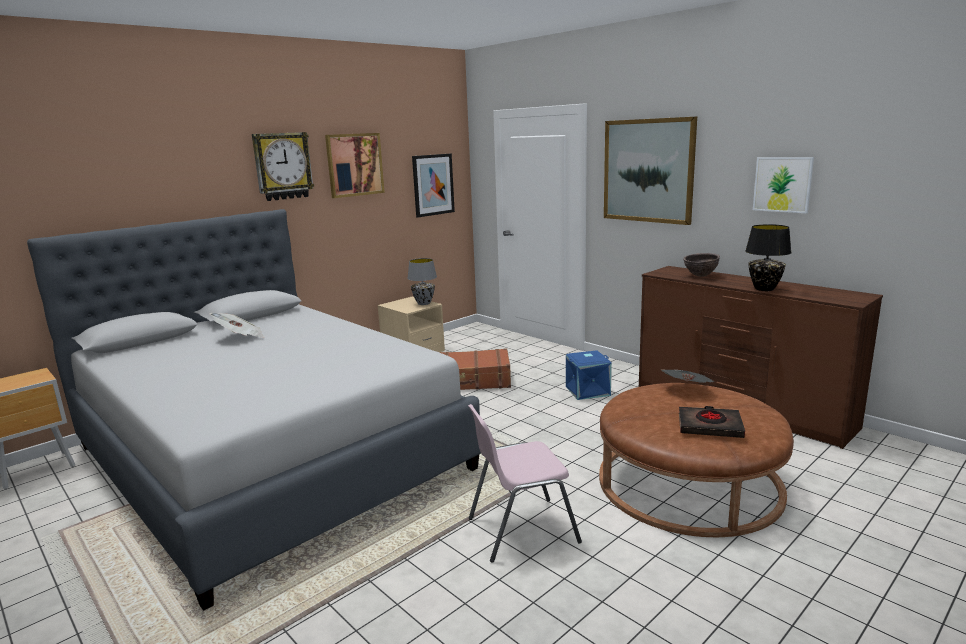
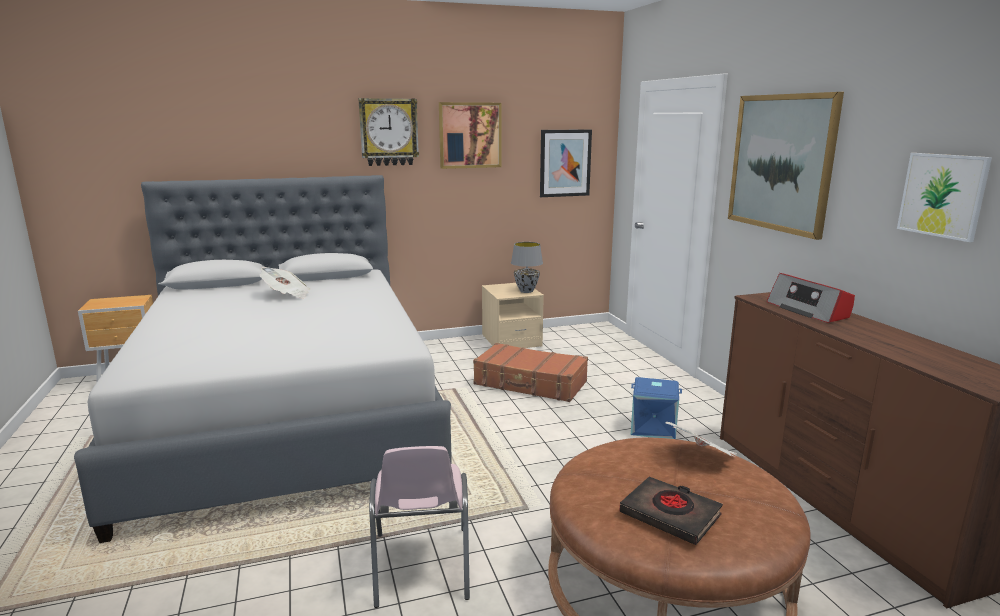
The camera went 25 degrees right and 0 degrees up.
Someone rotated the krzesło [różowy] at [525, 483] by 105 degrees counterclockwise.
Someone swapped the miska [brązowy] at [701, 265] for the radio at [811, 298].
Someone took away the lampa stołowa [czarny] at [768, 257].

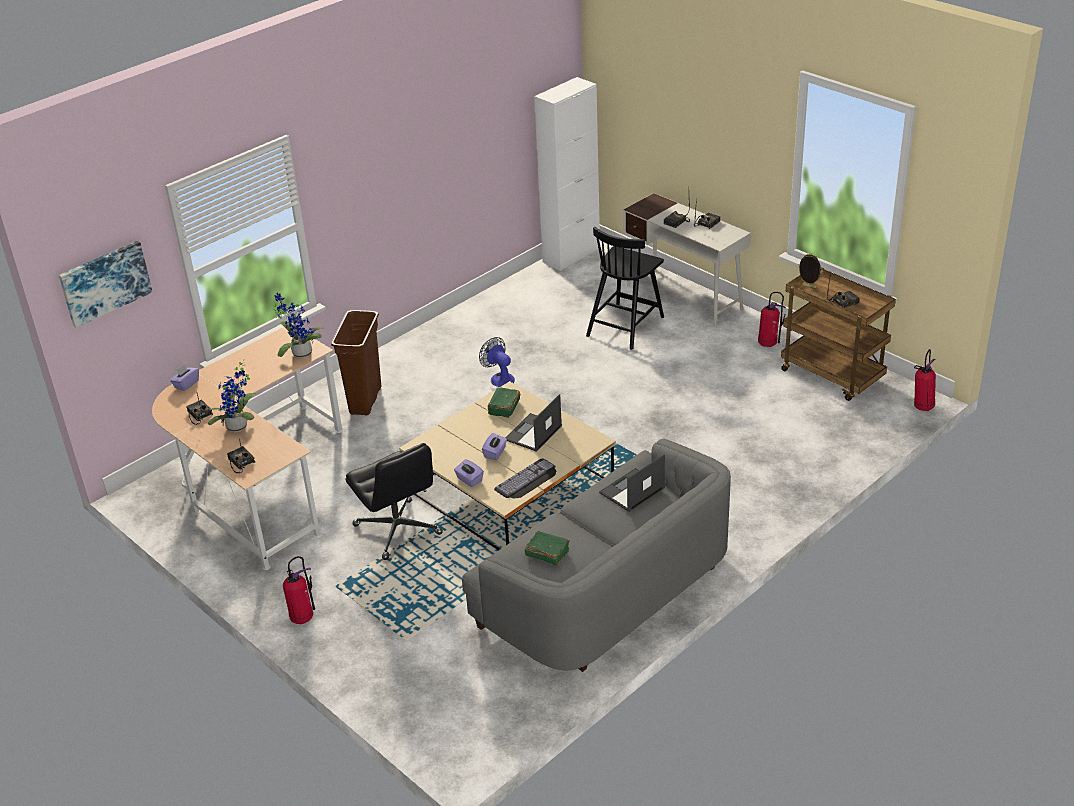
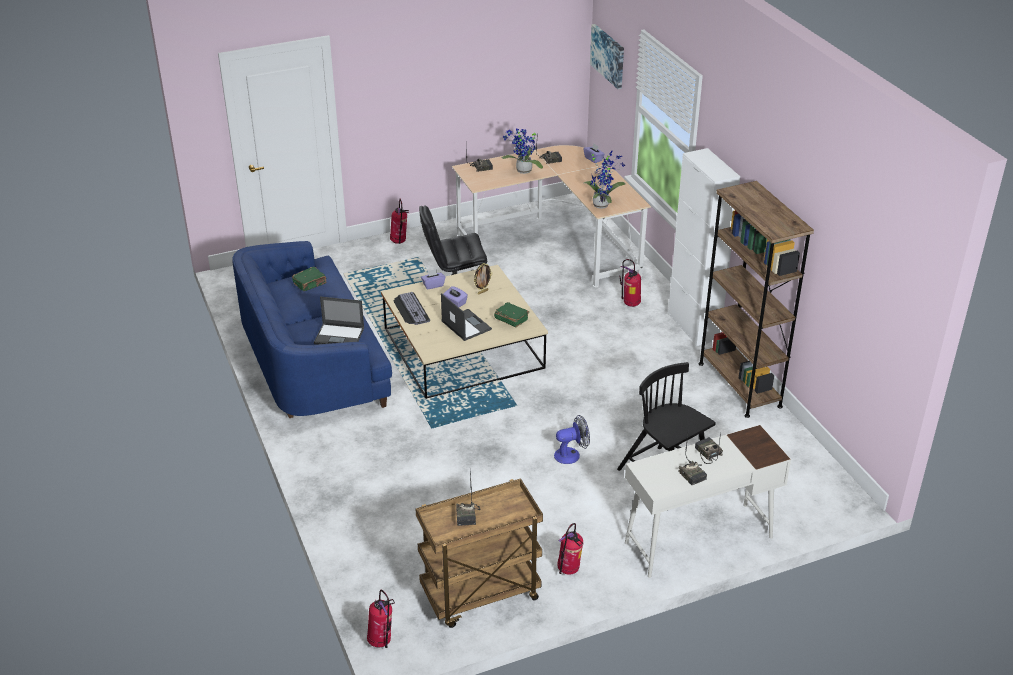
The camera went 110 degrees right and 0 degrees up.
Someone repainted the kanapa [szary] at [596, 555], which became the kanapa [niebieski] at [312, 329].
Someone rotated the laptop at [632, 483] by 120 degrees clockwise.
Someone carried the ramka na zdjęcie from [810, 270] to [483, 279].
Someone carried the wentylator from [497, 362] to [572, 439].
Someone swapped the kosz na śmieci [brązowy] at [356, 363] for the gaśnica at [630, 283].
Someone carried the szafka [biały] from [567, 174] to [704, 247].
Someone put down the regał [brązowy] at [756, 299].

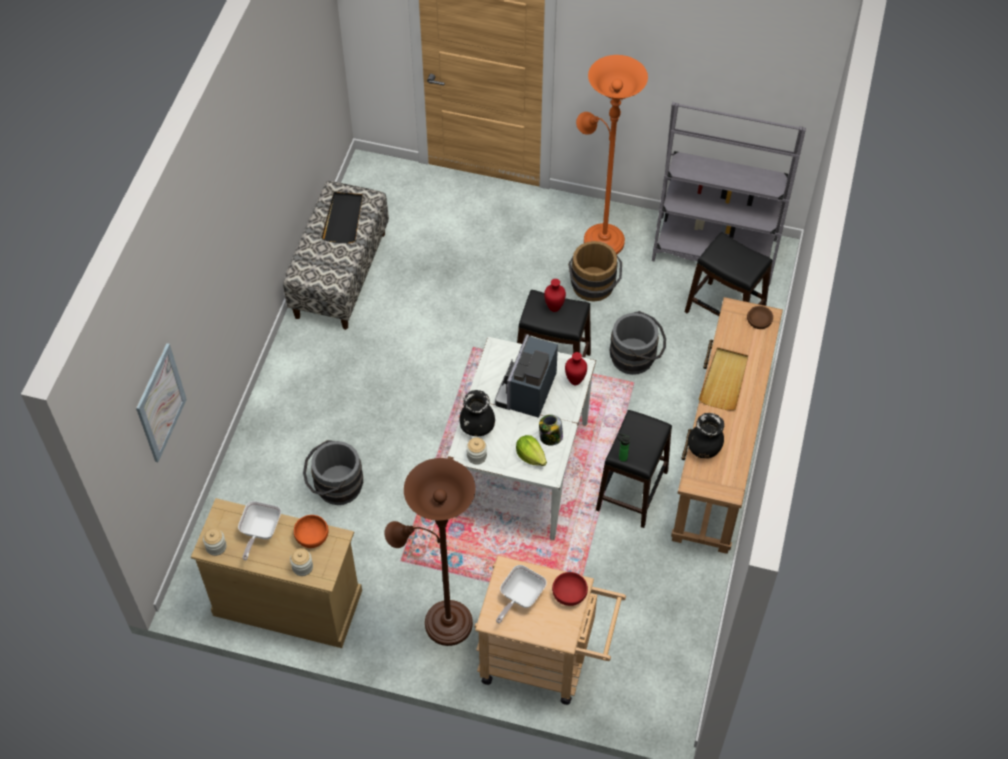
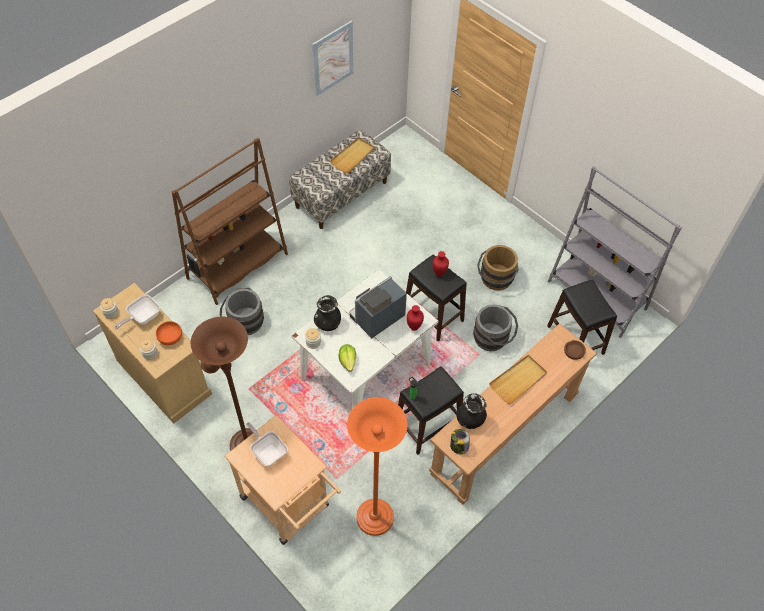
The camera went 30 degrees right and 0 degrees up.
Someone put down the regał [brązowy] at [230, 221].
Someone rotated the patelnia at [521, 594] by 75 degrees clockwise.
Someone carried the obraz from [161, 402] to [332, 58].
Someone repainted the taca [czarny] at [342, 217], which became the taca [beżowy] at [352, 155].
Someone carried the lampa stojąca [pomarańczowy] from [612, 154] to [377, 466].
Someone carried the słoik from [551, 430] to [460, 441].
Someone took away the miska [czerwony] at [570, 589].

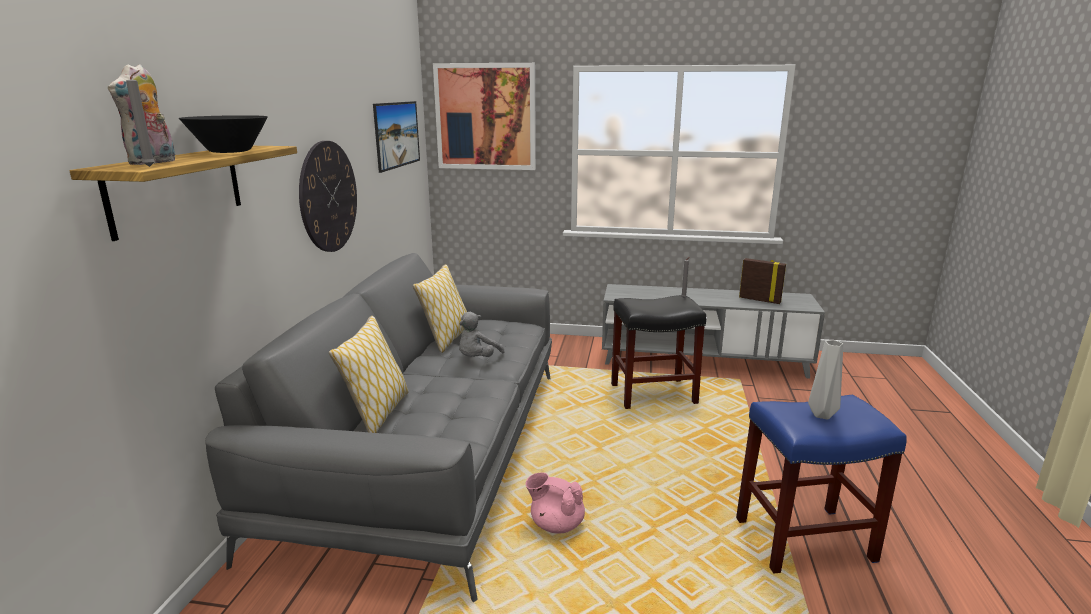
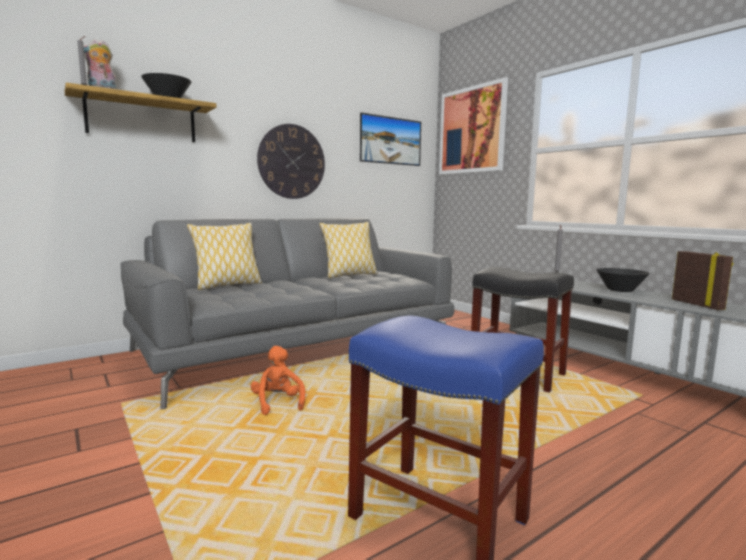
The camera went 45 degrees right and 10 degrees down.
Someone swapped the imbryk [różowy] at [555, 503] for the pluszak [pomarańczowy] at [278, 380].
Someone put down the miska [czarny] at [623, 280].
Someone took away the pluszak [szary] at [481, 334].
Someone took away the wazon [szary] at [825, 379].

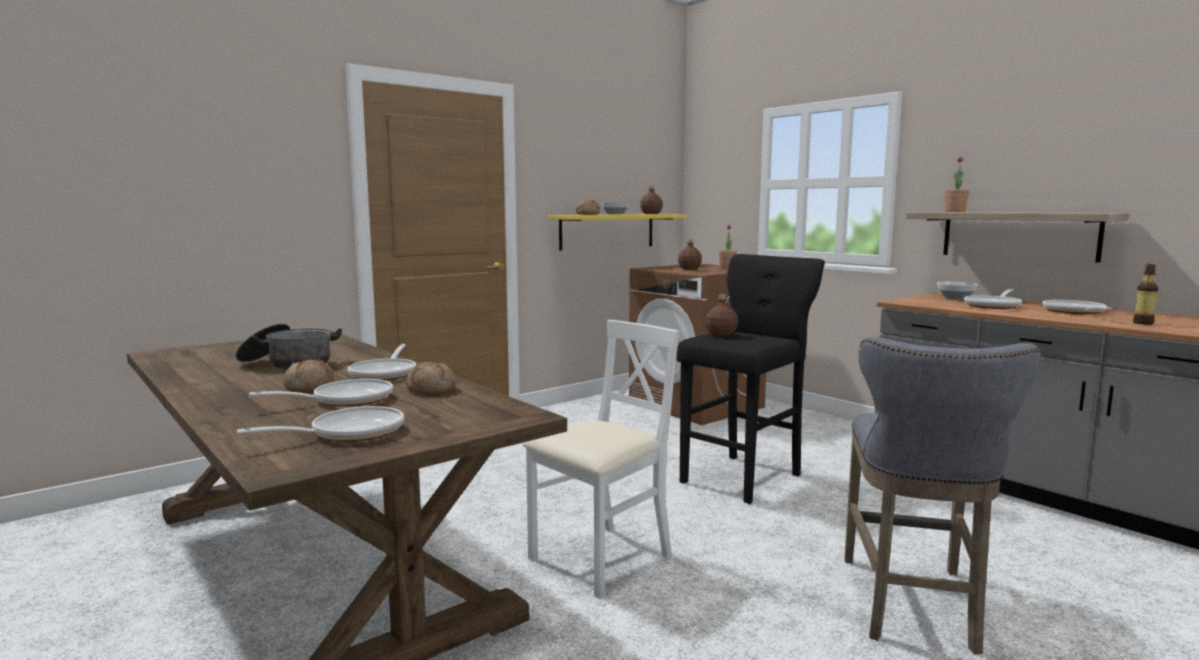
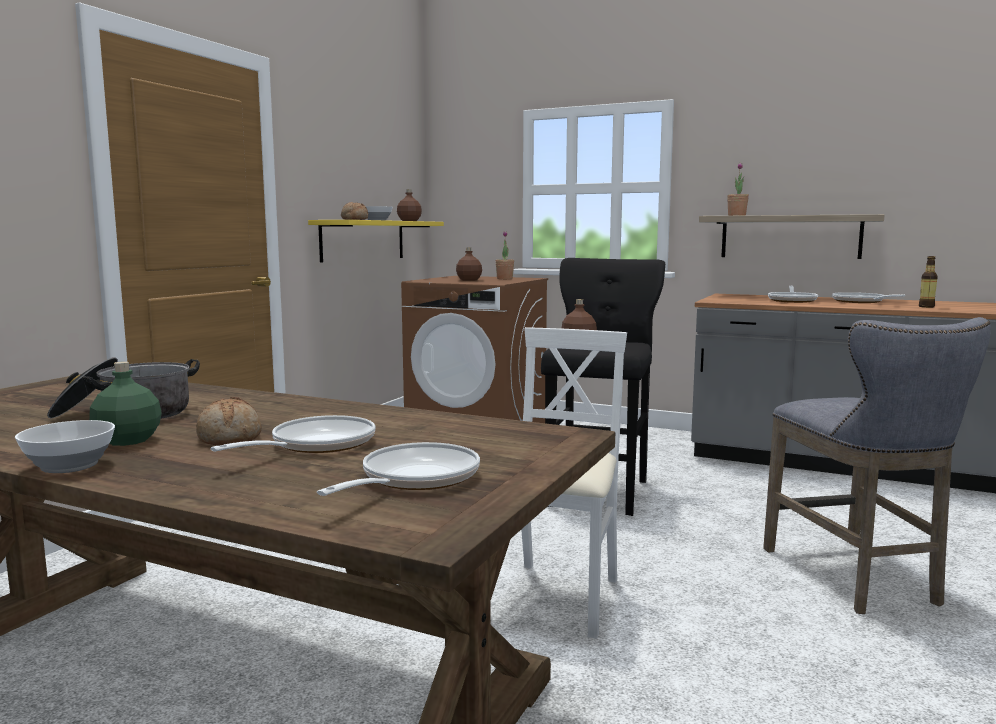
The camera went 25 degrees left and 0 degrees up.
Someone carried the miska from [957, 291] to [65, 446].
Someone put down the butelka [zielony] at [125, 403].
Someone took away the patelnia at [382, 362].
Someone took away the chleb at [431, 377].

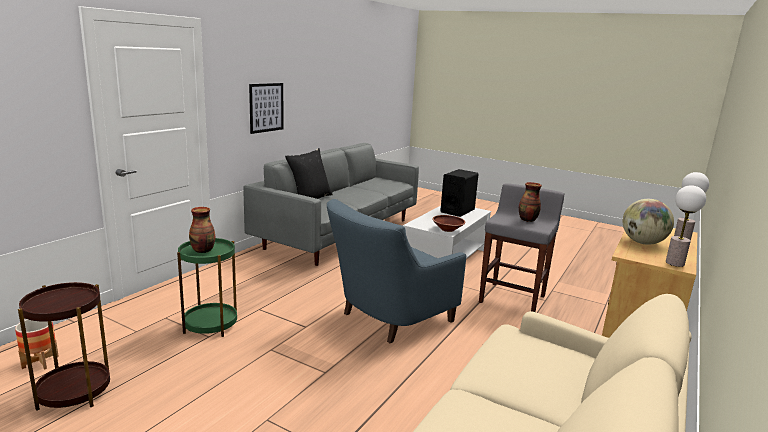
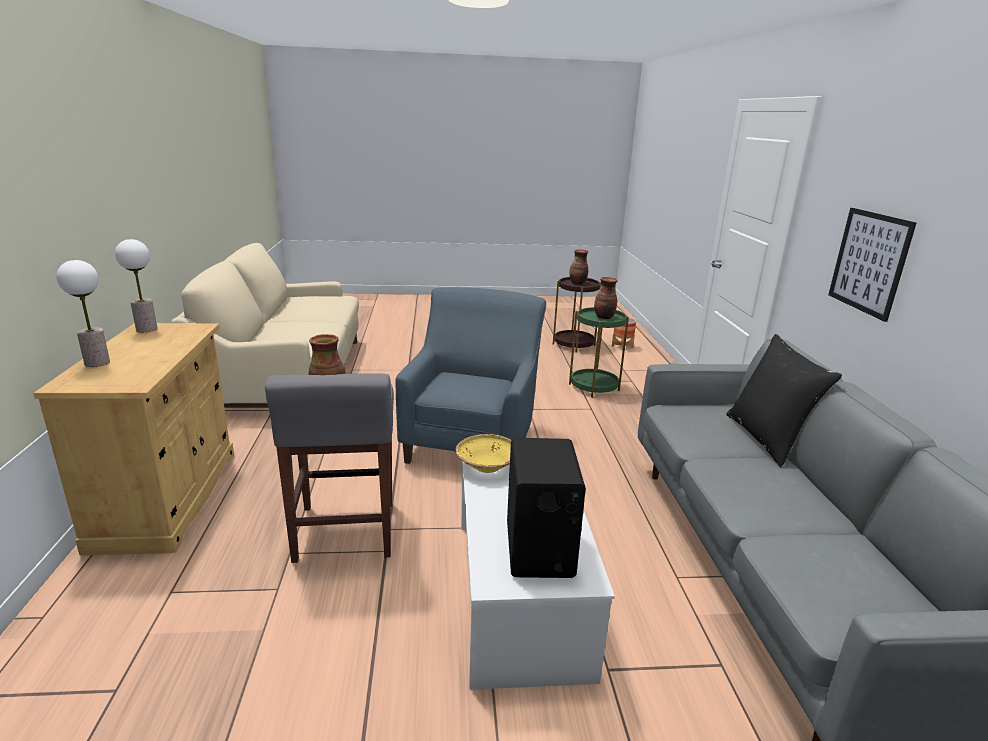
The camera went 145 degrees right and 5 degrees up.
Someone repainted the miska [brązowy] at [449, 223], which became the miska [żółty] at [483, 453].
Someone put down the wazon at [578, 267].
Someone took away the globus at [648, 222].

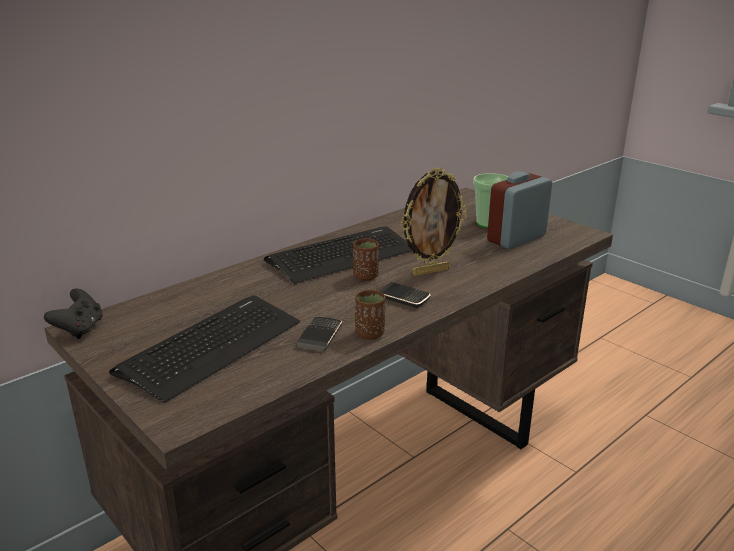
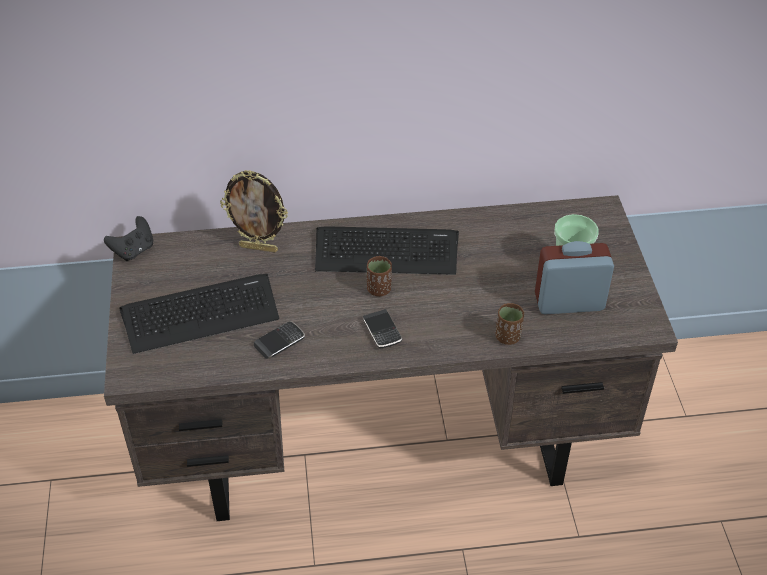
The camera went 35 degrees right and 20 degrees up.
Someone carried the ramka na zdjęcie from [434, 221] to [254, 211].
Someone carried the filiżanka [brązowy] from [370, 315] to [509, 324].

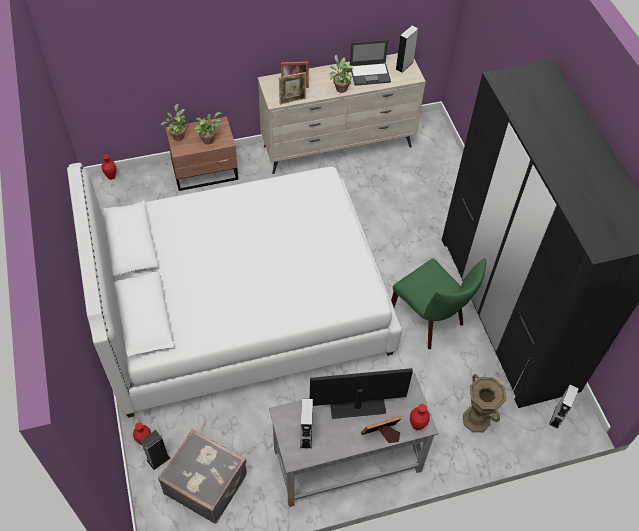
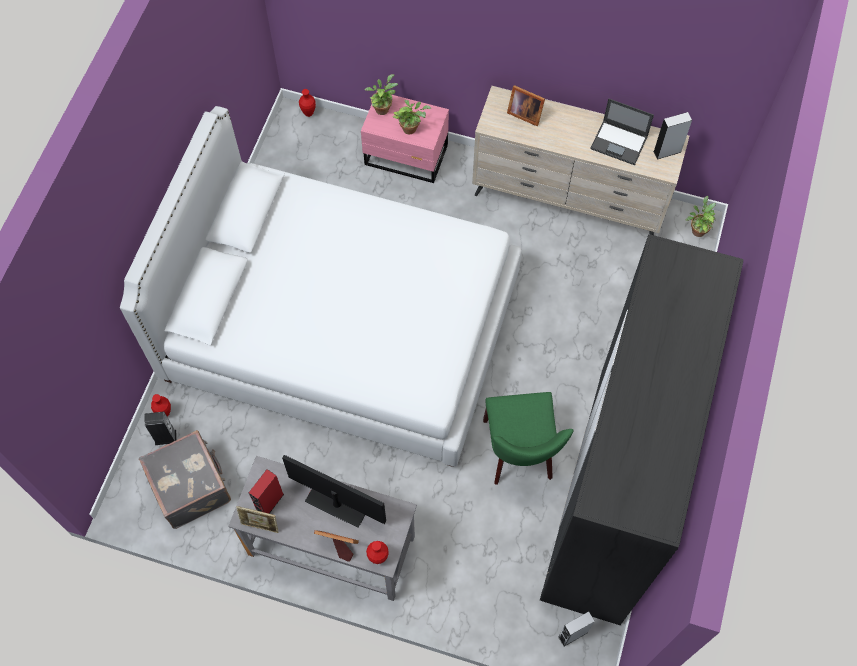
The camera went 35 degrees right and 10 degrees up.
Someone carried the ramka na zdjęcie from [292, 88] to [257, 519].
Someone repainted the głośnik [szary] at [306, 423], which became the głośnik [czerwony] at [266, 491].
Someone repainted the szafka nocna [brązowy] at [202, 154], which became the szafka nocna [różowy] at [405, 137].
Someone carried the roślina doniczkowa from [342, 74] to [701, 216].
Someone took away the wazon [brązowy] at [484, 403].

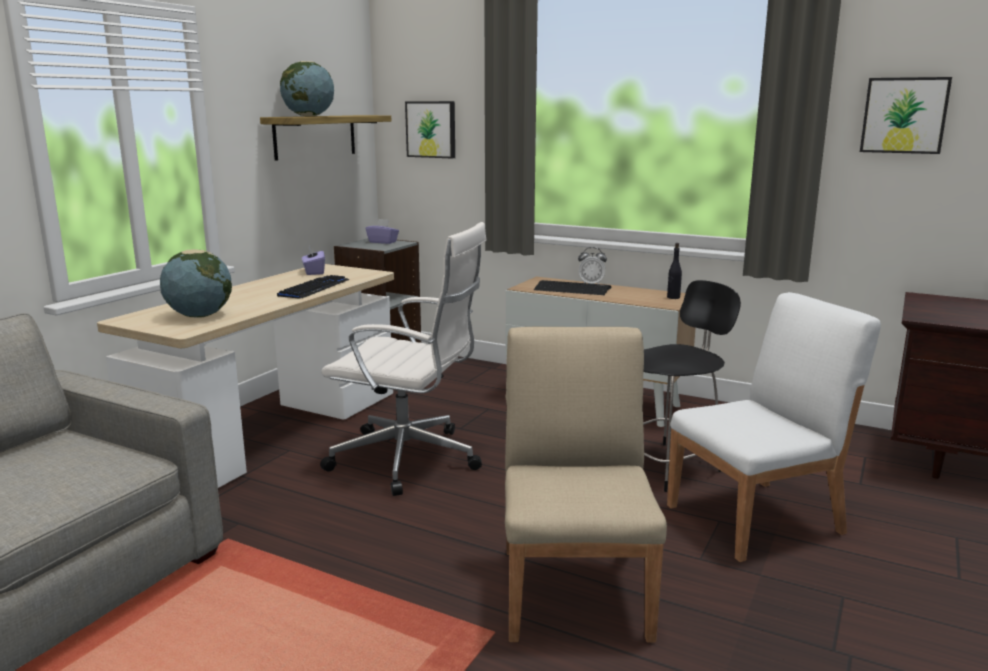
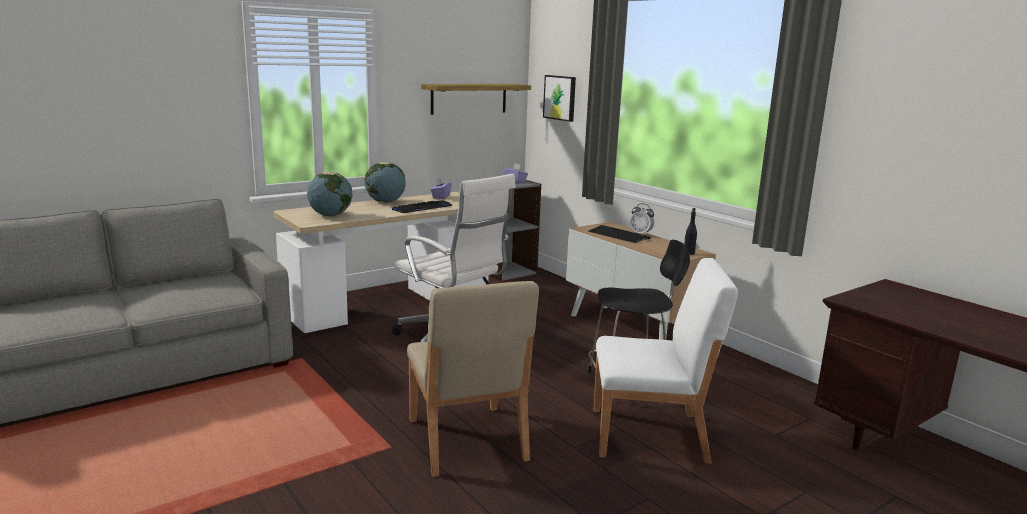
The camera went 25 degrees right and 0 degrees up.
Someone carried the globus from [307, 88] to [385, 182].
Someone rotated the krzesło [beżowy] at [586, 485] by 135 degrees clockwise.
Someone took away the obraz at [906, 115].

